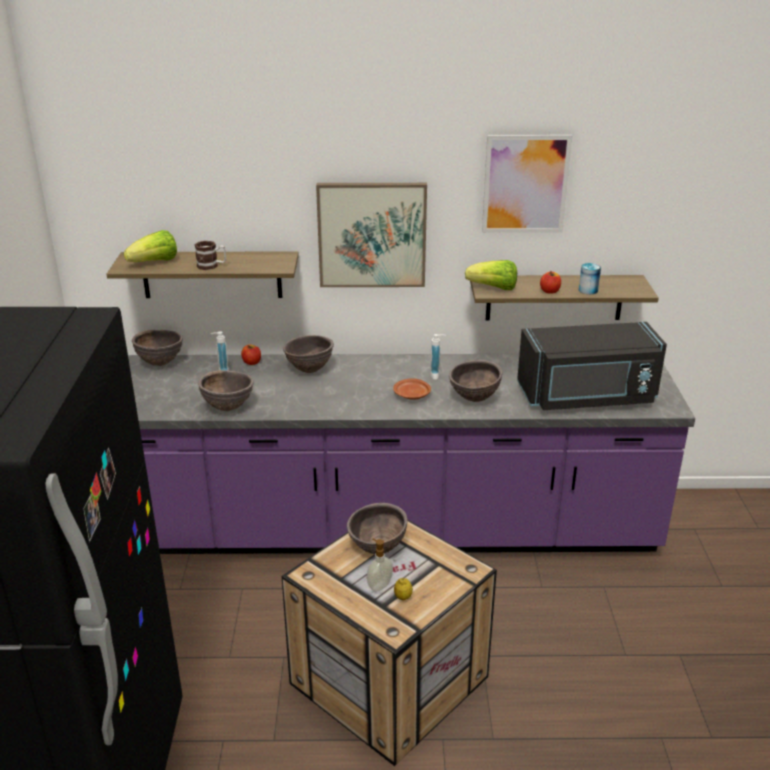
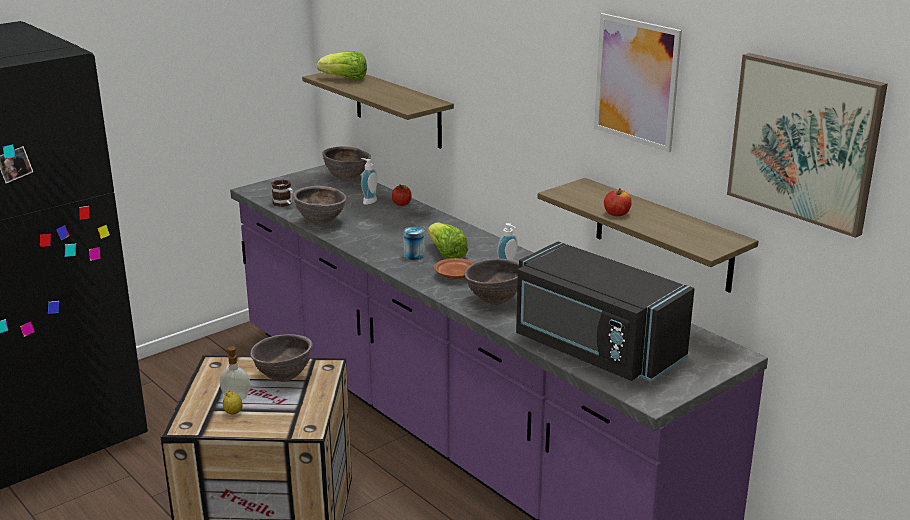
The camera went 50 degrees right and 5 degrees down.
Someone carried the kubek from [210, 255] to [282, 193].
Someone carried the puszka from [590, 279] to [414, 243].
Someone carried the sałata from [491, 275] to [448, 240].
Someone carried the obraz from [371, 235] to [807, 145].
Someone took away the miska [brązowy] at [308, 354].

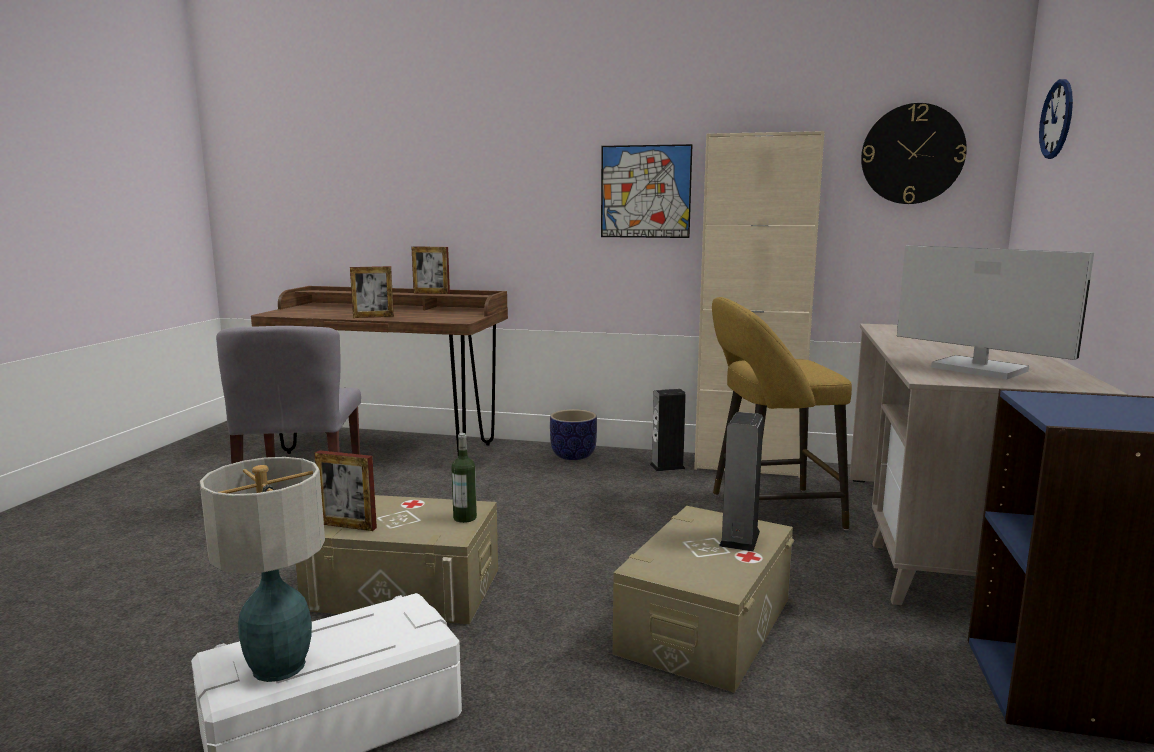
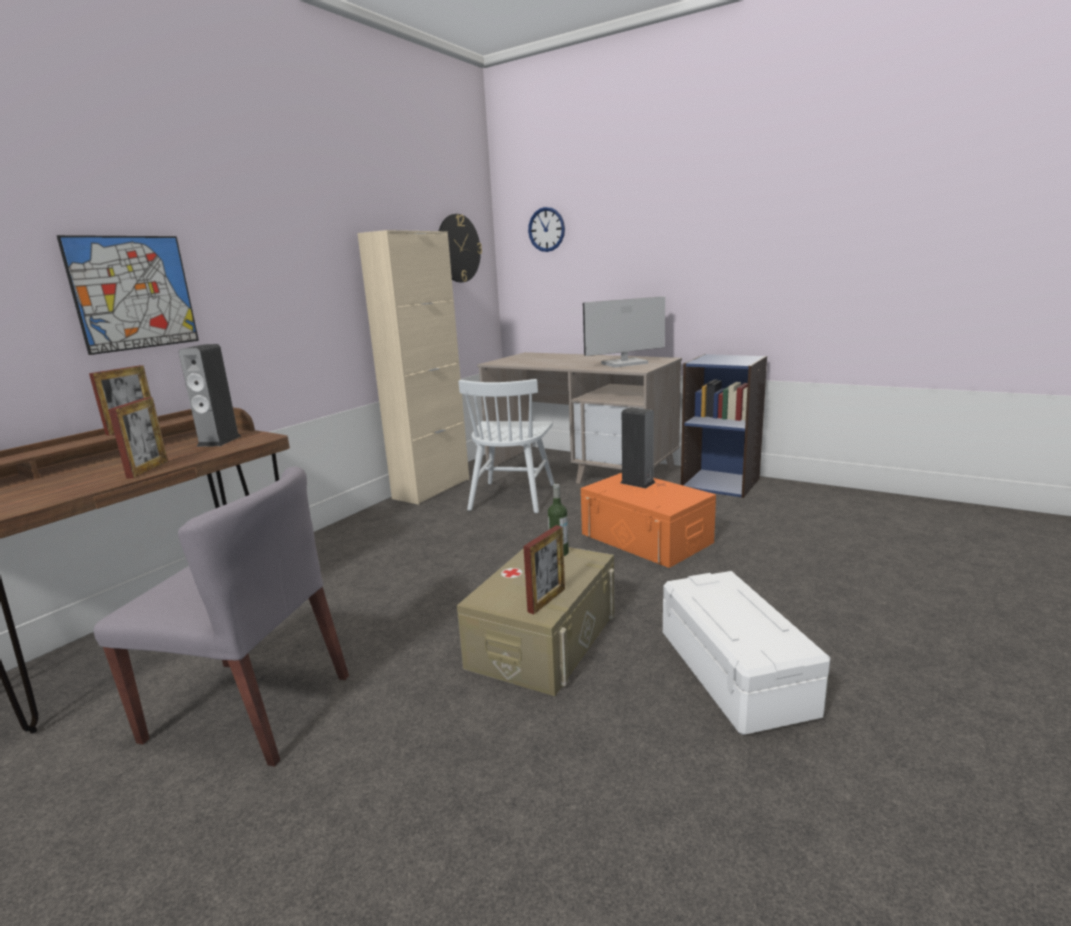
The camera went 70 degrees left and 5 degrees up.
Someone carried the obraz from [647, 191] to [128, 295].
Someone carried the głośnik from [668, 430] to [210, 395].
Someone swapped the stołek [żółty] at [782, 413] for the krzesło [biały] at [506, 446].
Someone repainted the pojemnik do przechowywania [beżowy] at [703, 599], which became the pojemnik do przechowywania [pomarańczowy] at [648, 520].
Someone took away the lampa stołowa at [262, 569].
Someone took away the donica at [573, 434].

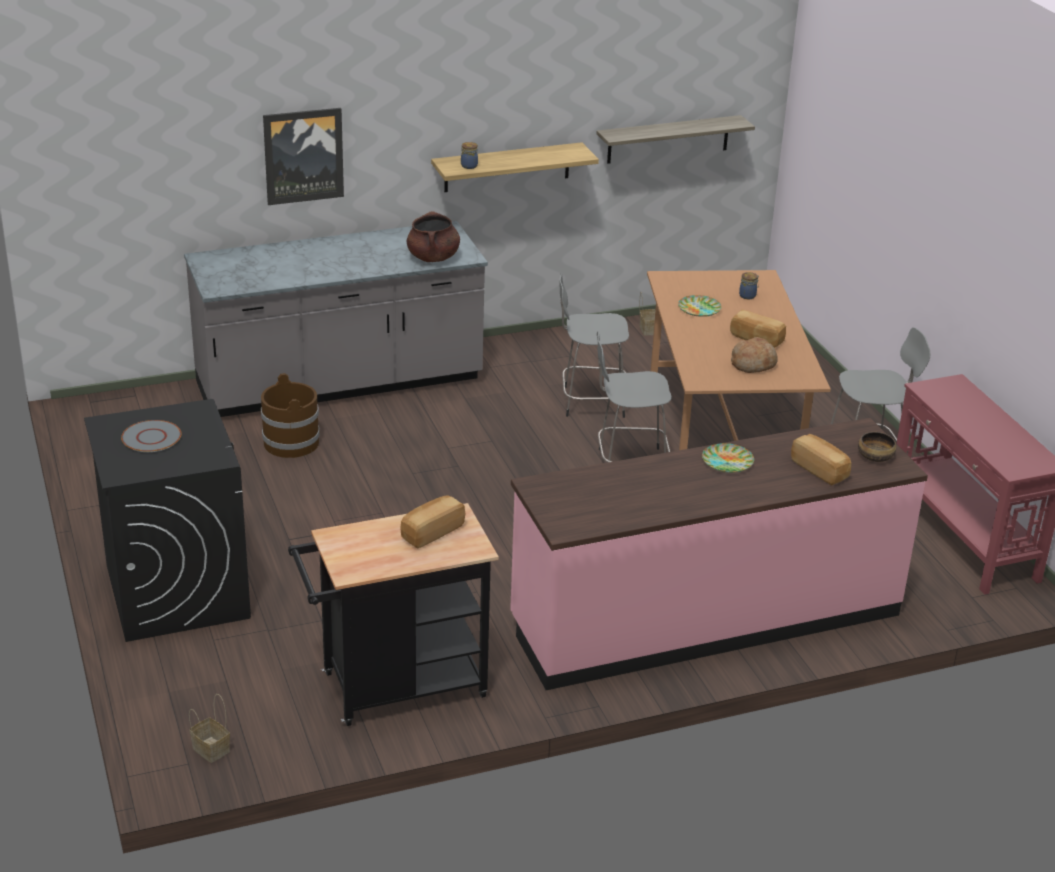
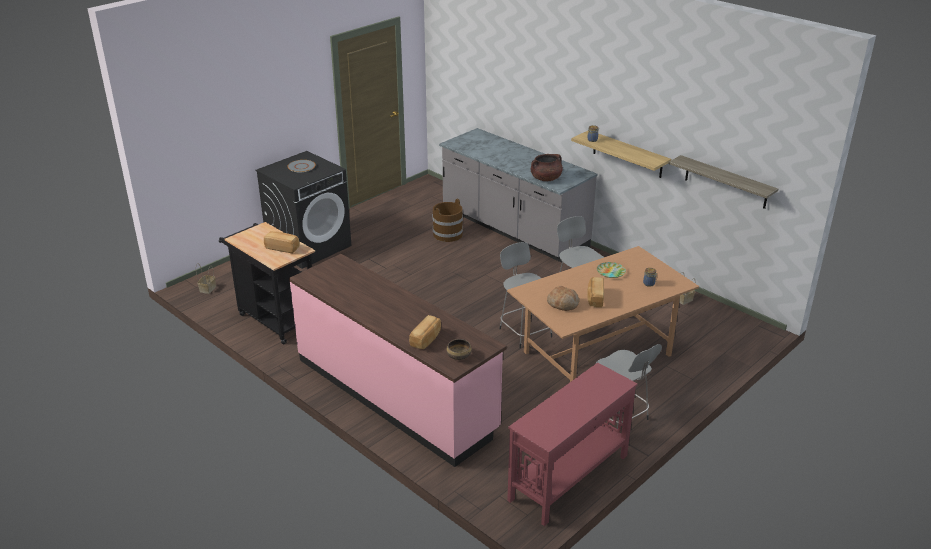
The camera went 65 degrees right and 0 degrees up.
Someone took away the obraz at [303, 156].
Someone took away the talerz at [728, 458].

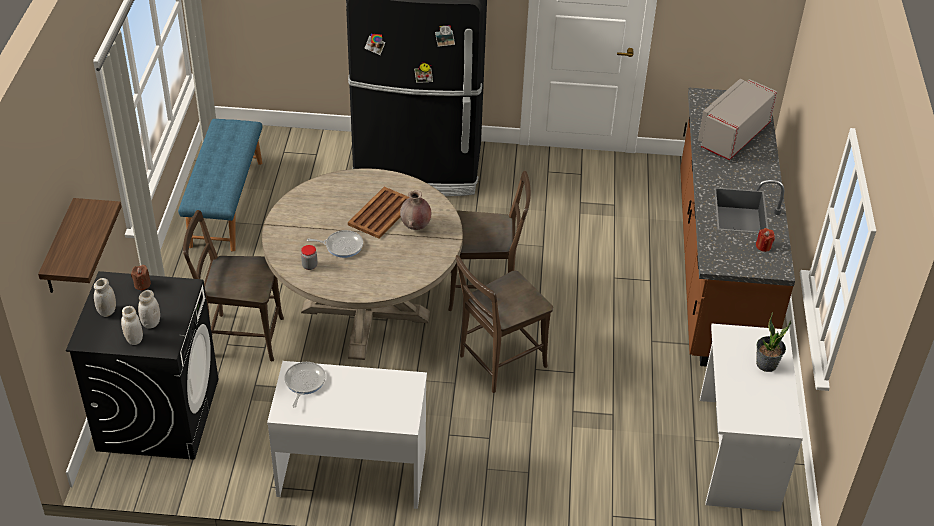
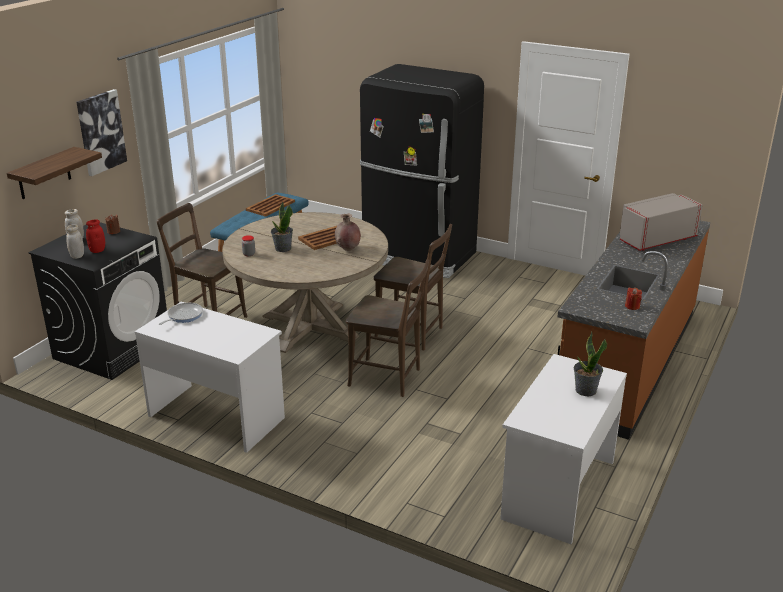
The camera went 25 degrees right and 15 degrees down.
Someone put up the obraz at [102, 132].
Someone repainted the słoik [biały] at [149, 309], which became the słoik [czerwony] at [95, 236].
Someone put down the taca [brązowy] at [270, 205].
Someone swapped the patelnia at [335, 244] for the roślina doniczkowa at [282, 226].
Someone rotated the krzesło [brązowy] at [504, 324] by 150 degrees counterclockwise.

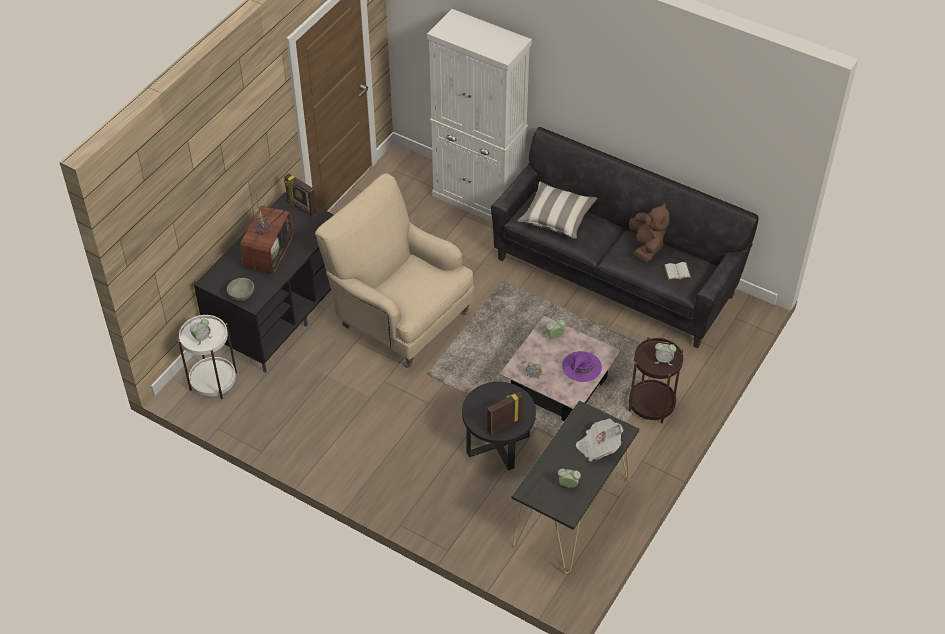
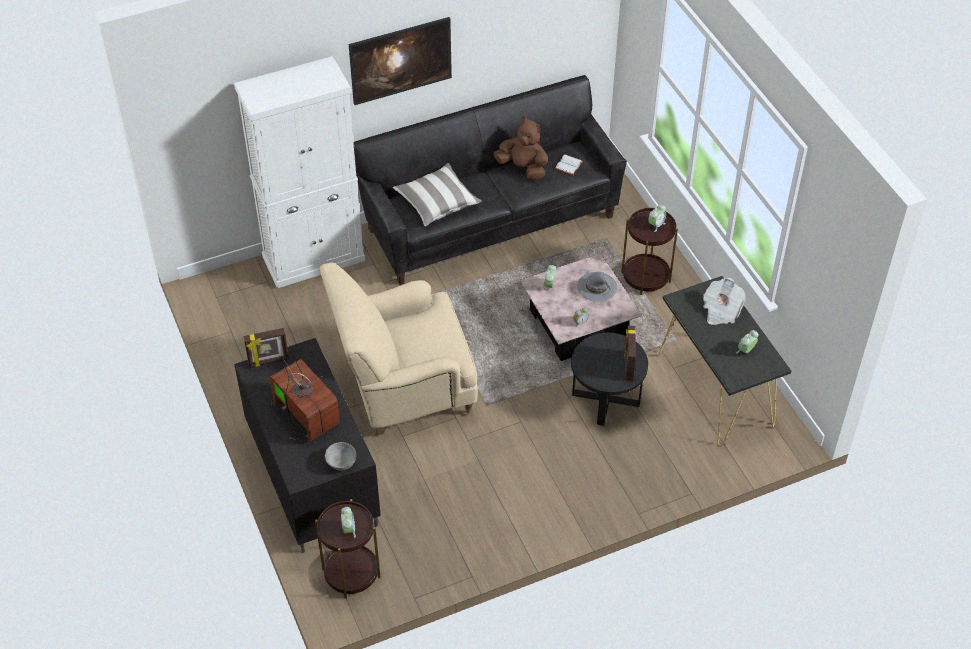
The camera went 55 degrees left and 0 degrees up.
Someone repainted the stolik [biały] at [207, 357], which became the stolik [brązowy] at [347, 549].
Someone put up the obraz at [400, 61].
Someone repainted the kapelusz [fioletowy] at [582, 366], which became the kapelusz [szary] at [597, 287].

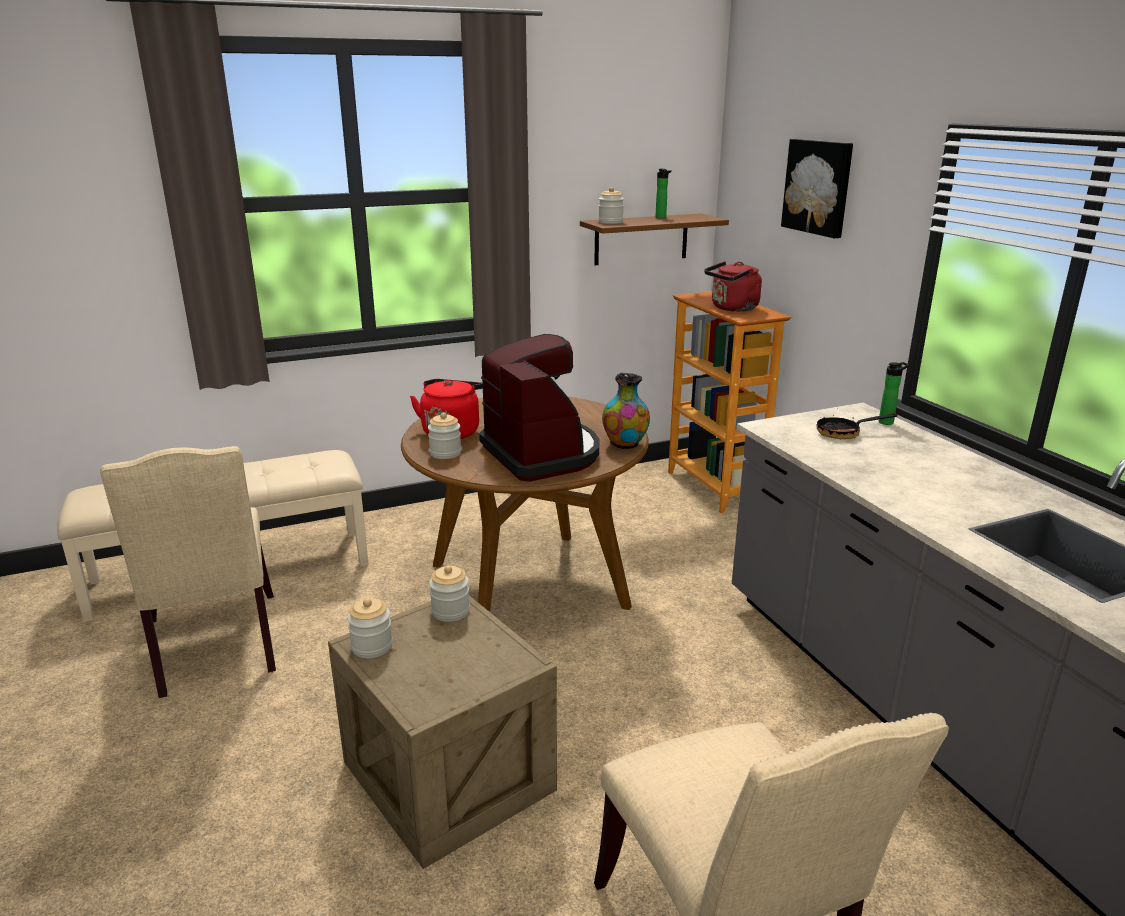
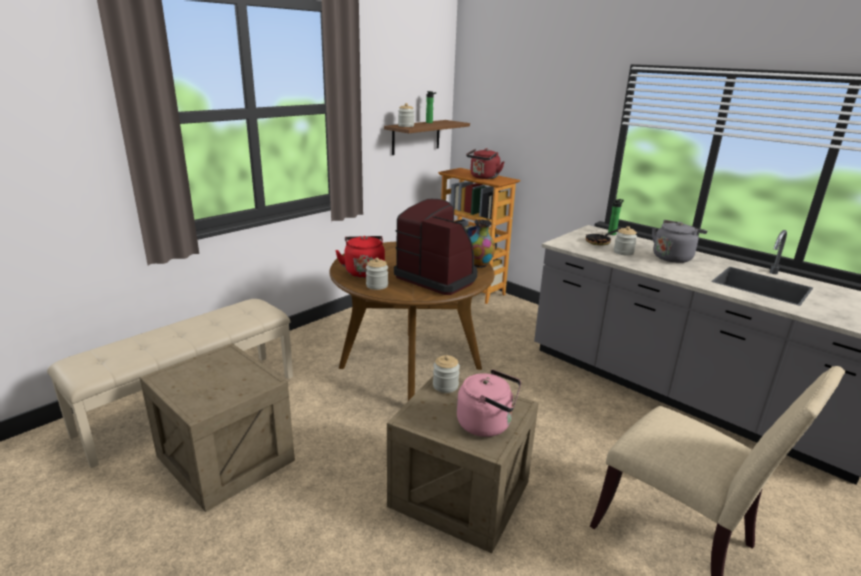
The camera went 25 degrees left and 0 degrees up.
Someone swapped the krzesło [beżowy] at [188, 572] for the skrzynka at [217, 427].
Someone put down the czajnik [różowy] at [489, 403].
Someone carried the słoik from [370, 628] to [625, 240].
Someone put down the czajnik [szary] at [679, 241].
Someone took away the obraz at [817, 188].

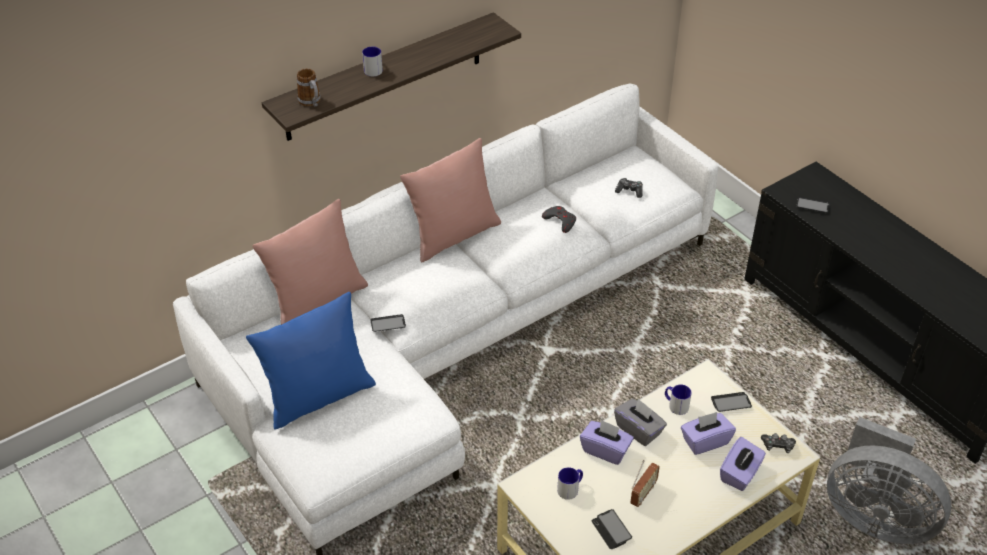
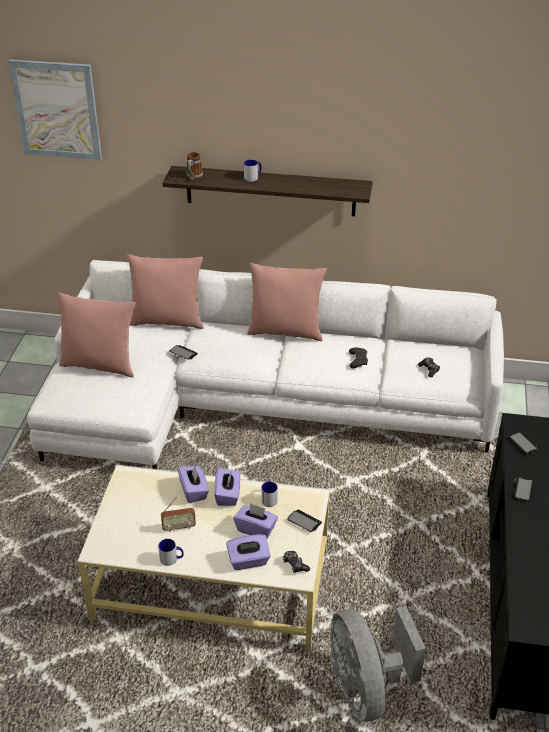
The camera went 45 degrees right and 5 degrees down.
Someone put up the obraz at [55, 109].
Someone repainted the poduszka [niebieski] at [311, 361], which became the poduszka [różowy] at [97, 335].
Someone carried the kubek from [570, 483] to [171, 552].
Someone repainted the pudełko chusteczek [szary] at [640, 422], which became the pudełko chusteczek [fioletowy] at [227, 487].
Someone carried the telefon from [611, 529] to [521, 489].

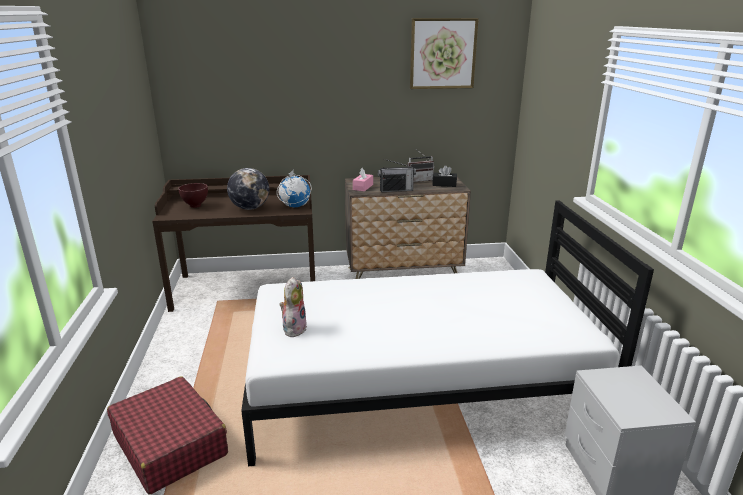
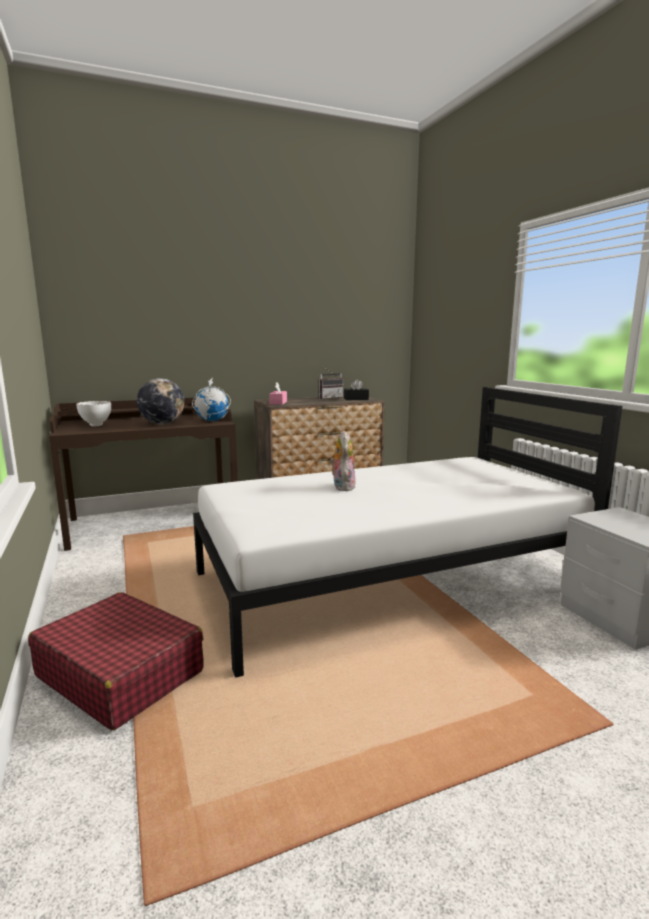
The camera went 15 degrees left and 10 degrees down.
Someone repainted the miska [brązowy] at [193, 195], which became the miska [biały] at [93, 413].
Someone carried the pluszak from [293, 307] to [343, 461].
Someone took away the radio at [397, 175].
Someone took away the obraz at [444, 53].

